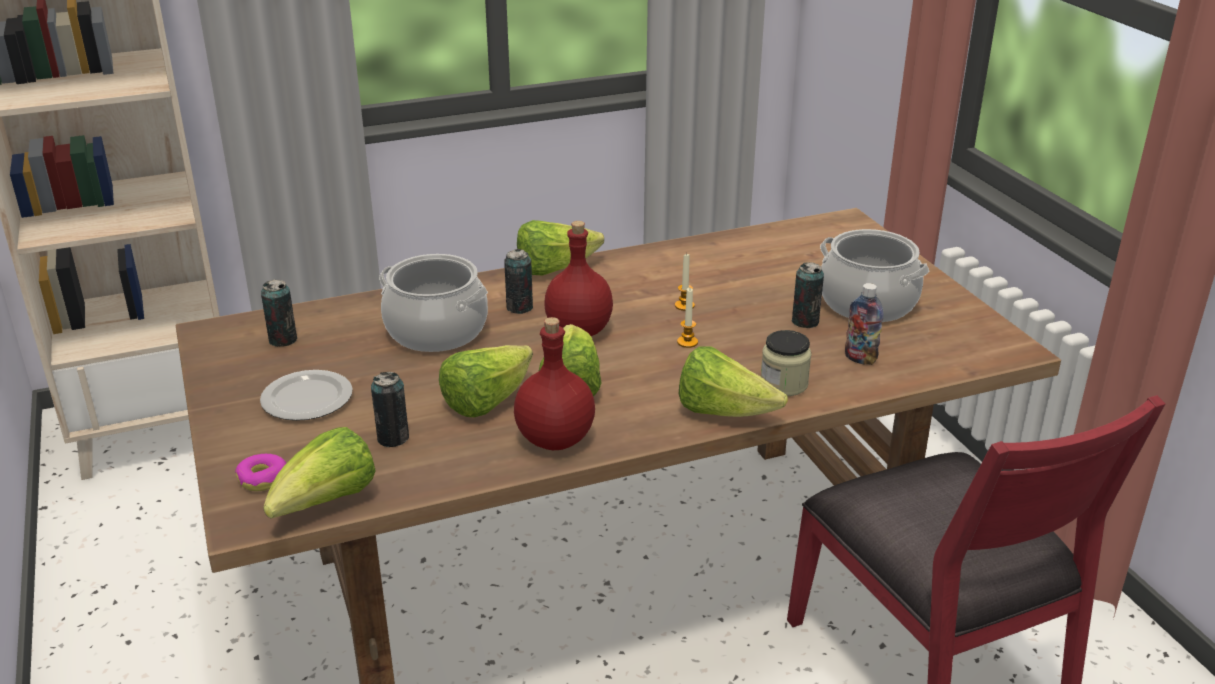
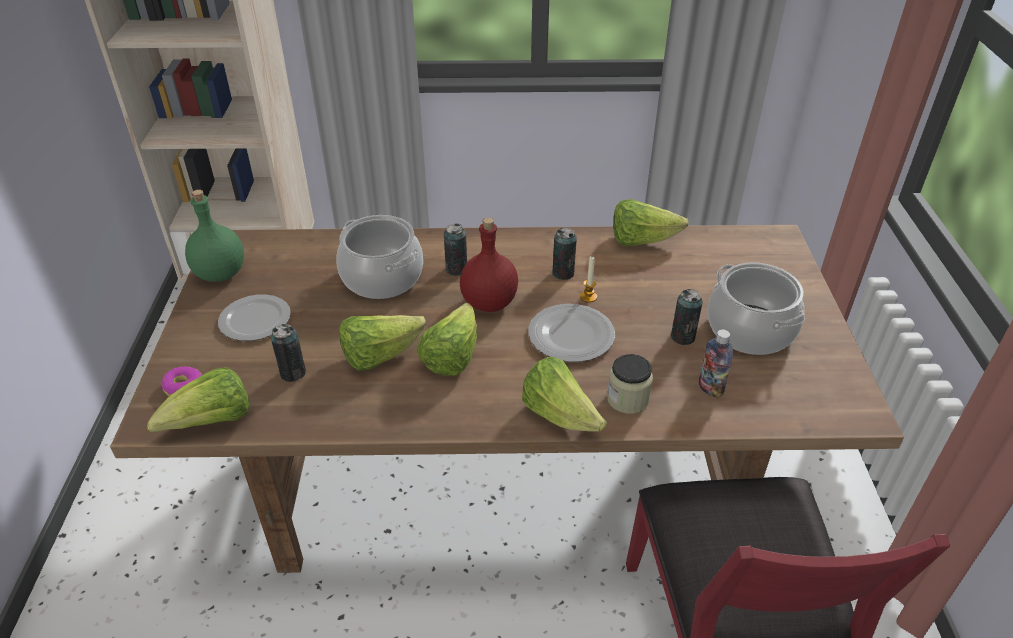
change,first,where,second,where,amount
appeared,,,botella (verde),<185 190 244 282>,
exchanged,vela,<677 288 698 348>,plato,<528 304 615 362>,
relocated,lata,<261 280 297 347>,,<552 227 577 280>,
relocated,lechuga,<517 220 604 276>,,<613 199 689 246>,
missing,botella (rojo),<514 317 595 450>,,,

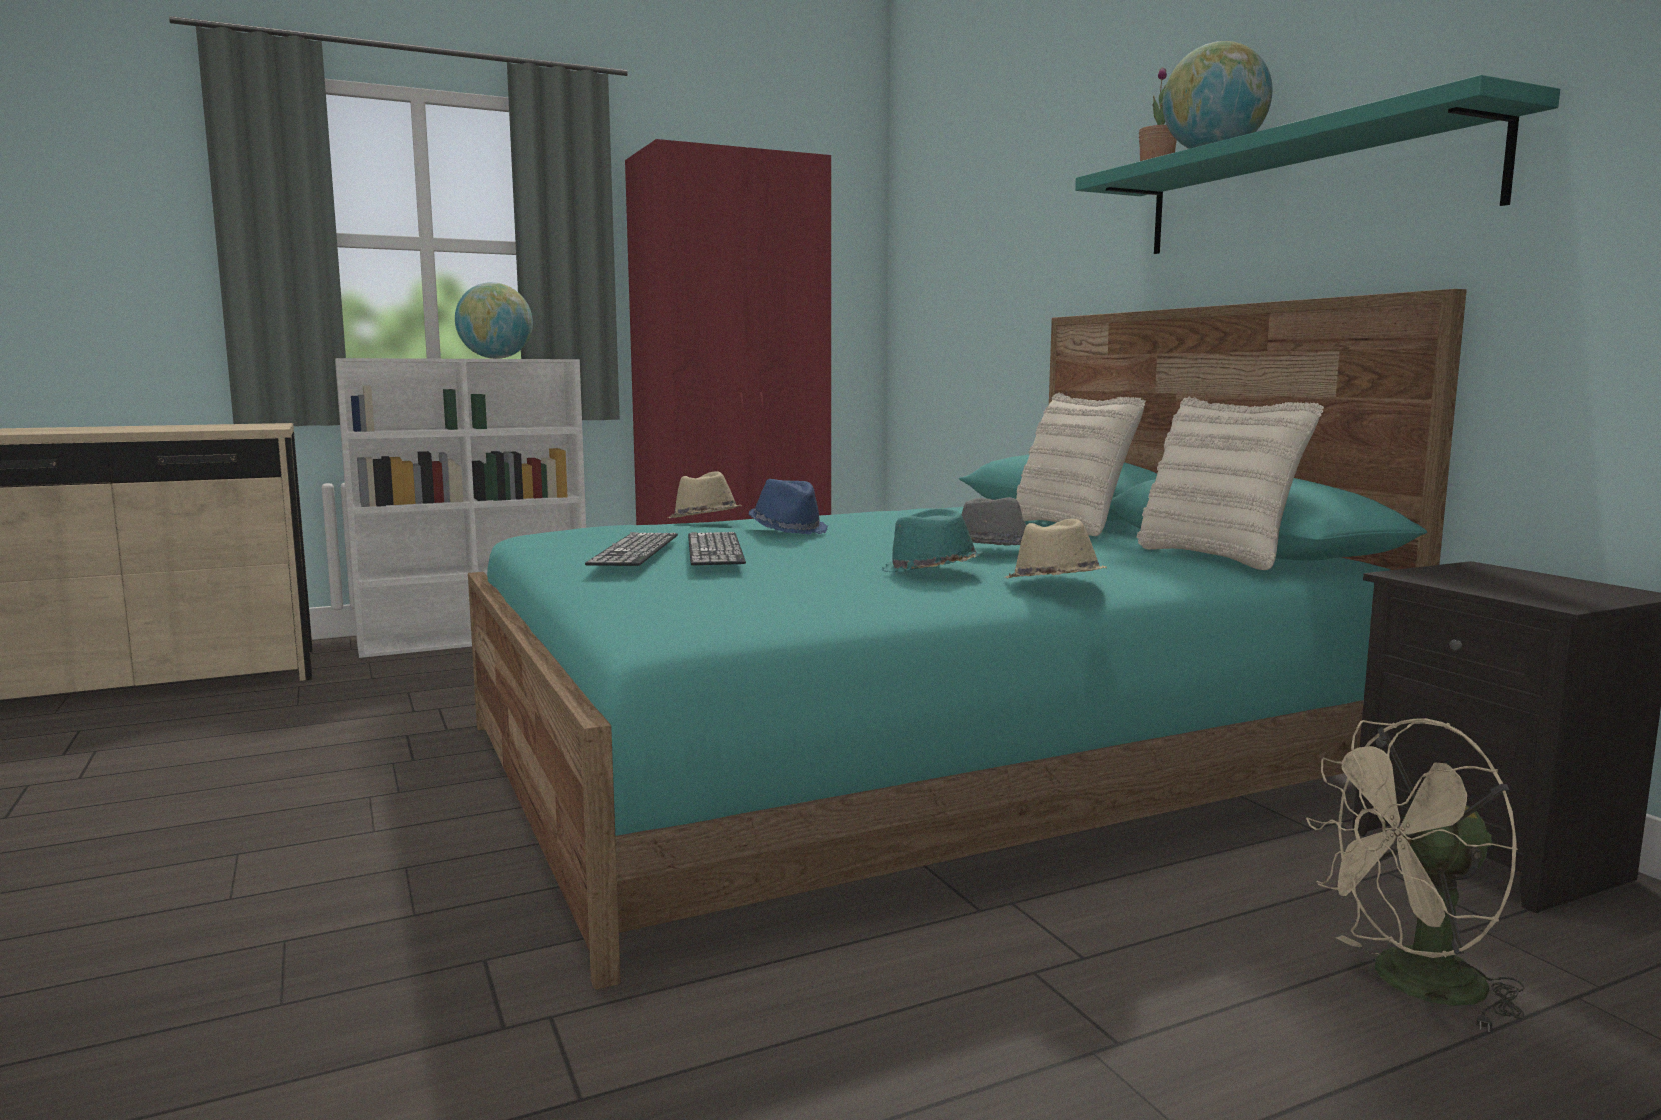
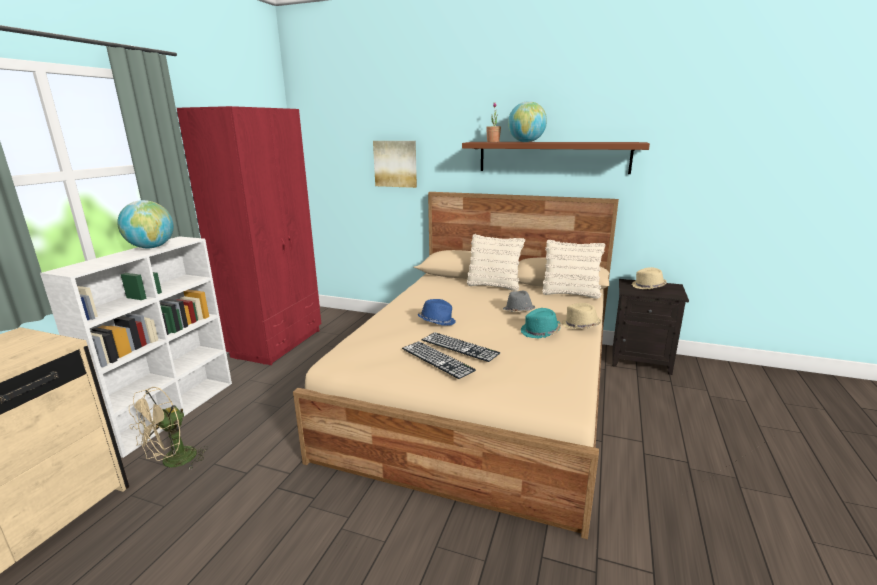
change,first,where,second,where,amount
relocated,ventilador (beis),<1306 718 1525 1032>,,<129 387 208 470>,
colour,cama (turquesa),<468 289 1467 990>,cama (beis),<293 192 619 539>,
appeared,,,cuadro,<373 141 417 188>,
colour,estante (turquesa),<1075 75 1560 254>,estante (marrón),<462 142 650 174>,
relocated,sombrero (beis),<666 471 742 518>,,<631 267 667 289>,

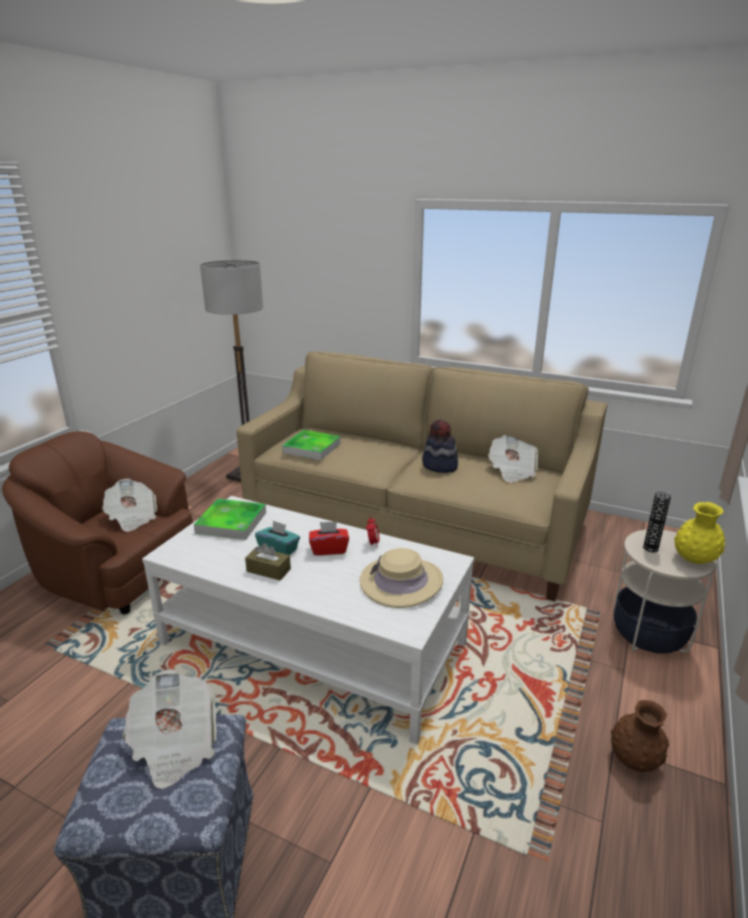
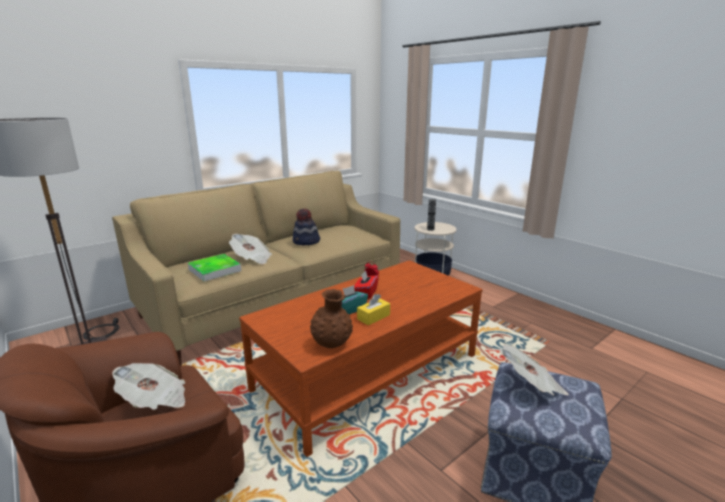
change,first,where,second,where,amount
relocated,periódico,<488 435 538 482>,,<229 234 272 264>,
colour,mesa de centro (blanco),<142 496 474 745>,mesa de centro (marrón),<239 260 482 457>,
relocated,florero (marrón),<611 700 669 772>,,<310 289 353 348>,
colour,caja de pañuelos (marrón),<245 543 291 581>,caja de pañuelos (amarillo),<357 294 390 325>,
missing,bandeja,<194 499 266 540>,,,
missing,sombrero (beis),<360 548 443 608>,,,
missing,florero (amarillo),<674 502 725 564>,,,

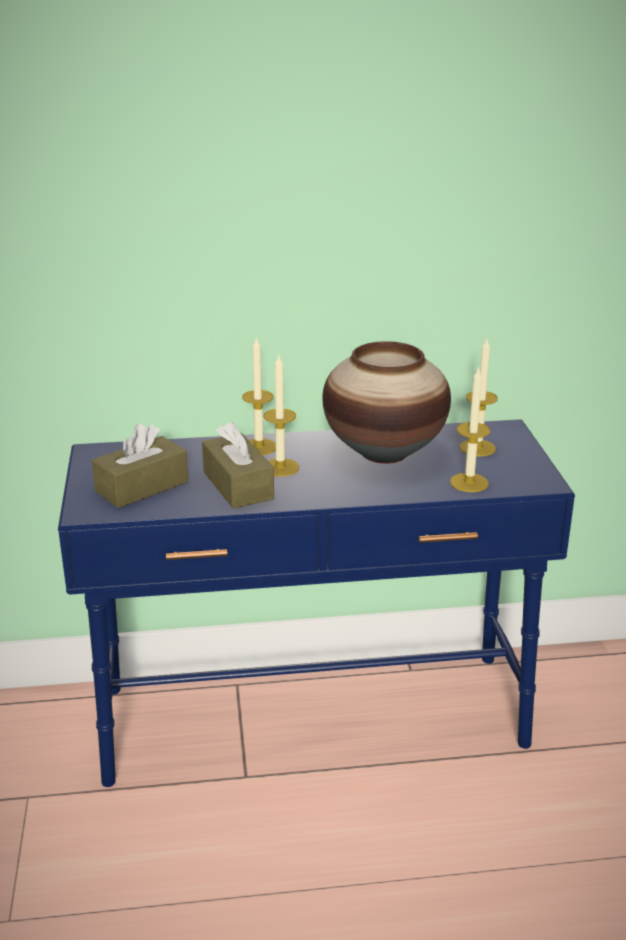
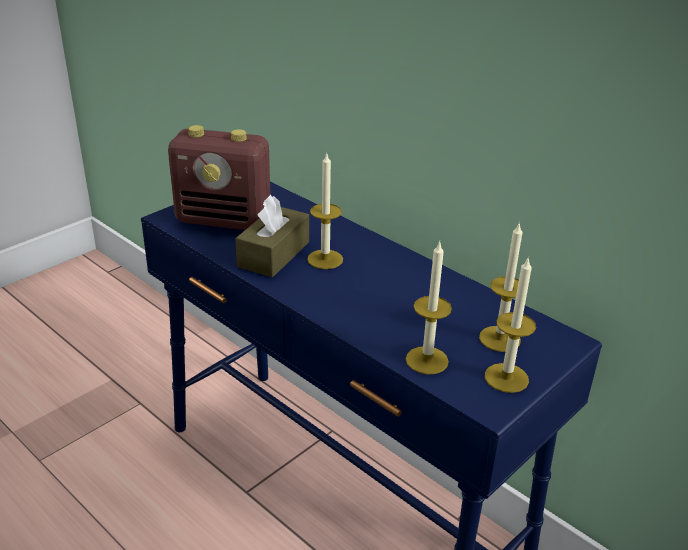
change,first,where,second,where,amount
exchanged,caja de pañuelos (marrón),<92 424 188 508>,radio,<168 125 270 230>,
relocated,vela,<242 336 276 455>,,<485 256 536 393>,
missing,florero,<322 341 451 464>,,,

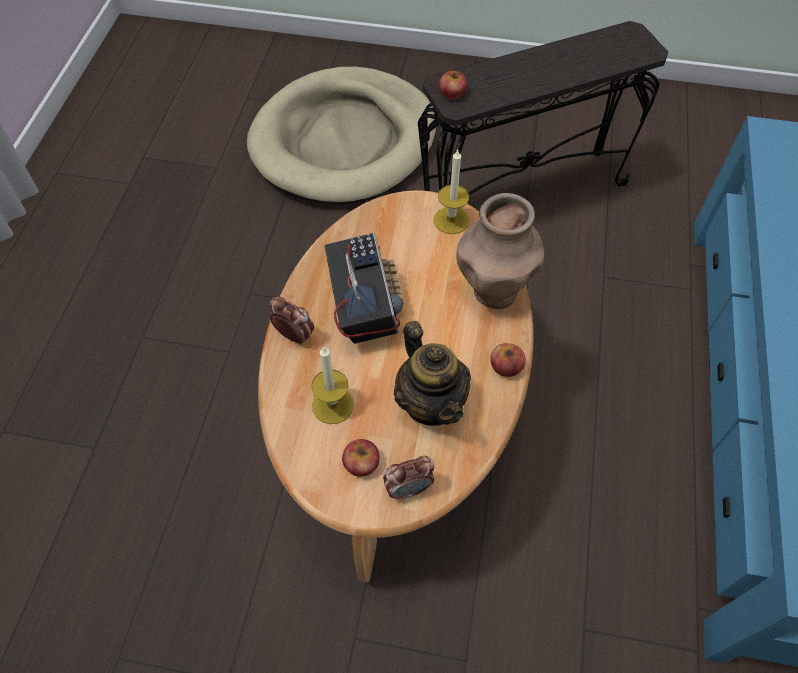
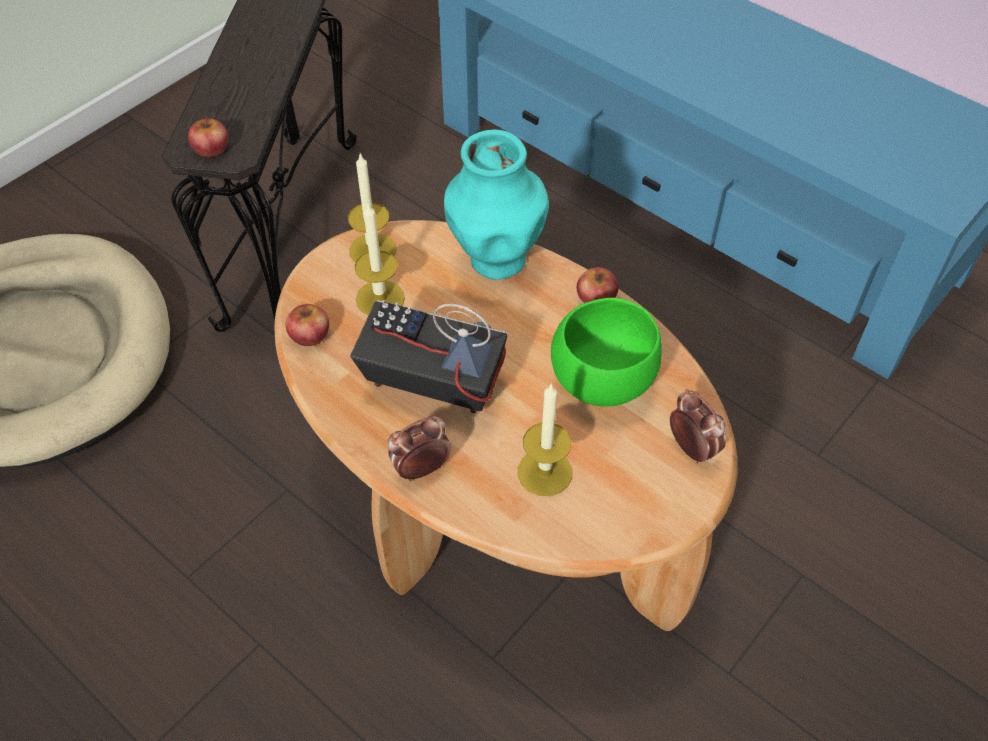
change,first,where,second,where,amount
relocated,manzana,<342 439 380 477>,,<286 304 329 346>,
appeared,,,vela,<354 202 405 316>,
colour,florero (marrón),<456 193 544 309>,florero (turquesa),<444 130 549 280>,
exchanged,tetera,<394 321 471 426>,cuenco (verde),<551 298 662 407>,
spun,despertador,<383 456 434 500>,,<670 389 726 464>,45 degrees counterclockwise

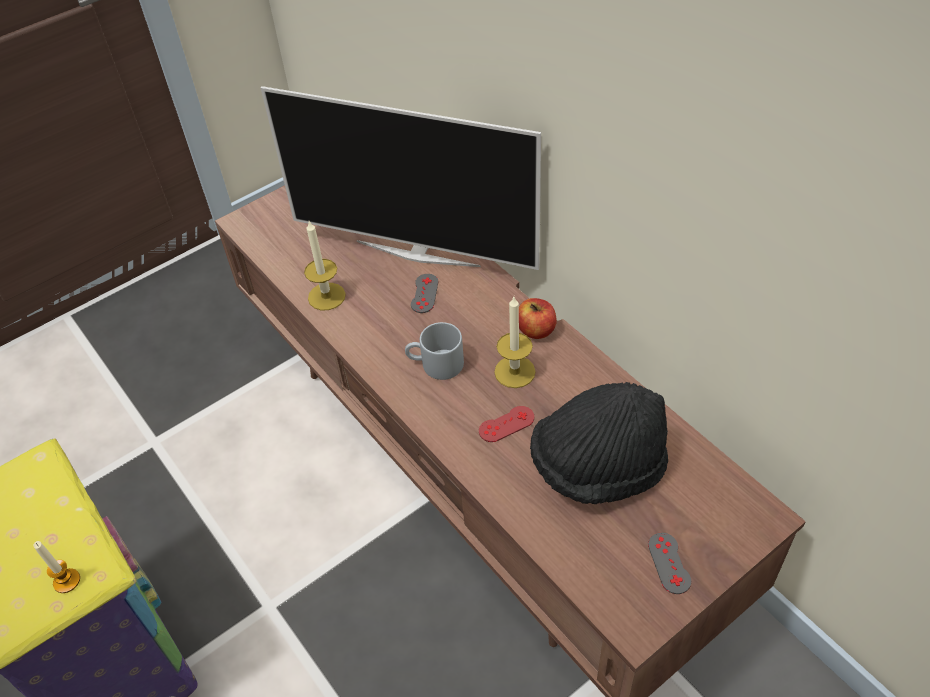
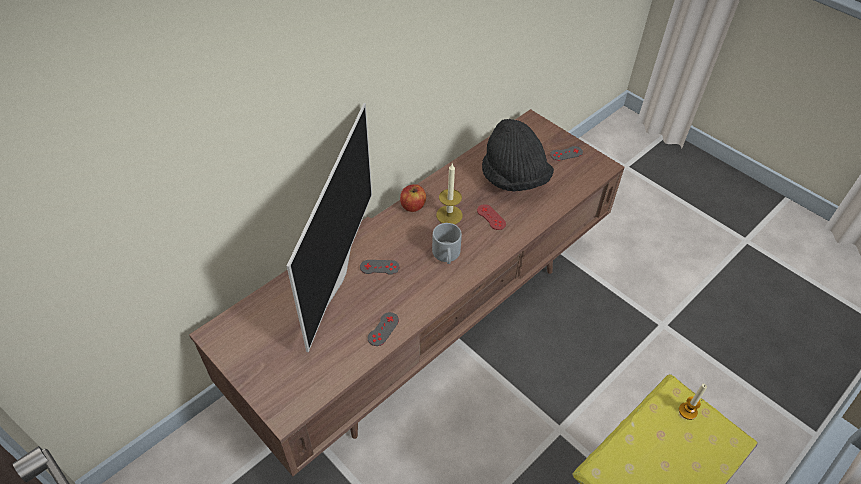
change,first,where,second,where,amount
exchanged,vela,<304 221 346 310>,mando de consola (gris),<368 312 399 346>,

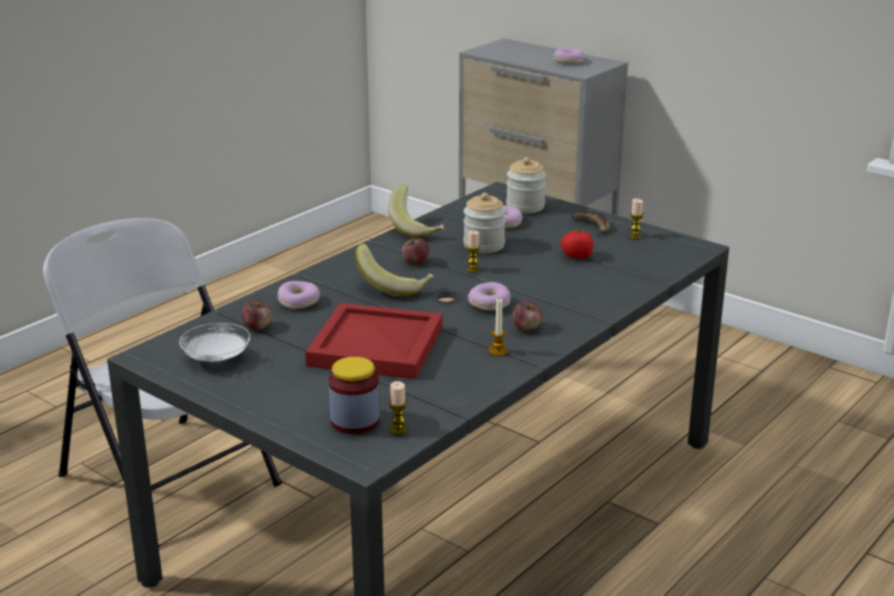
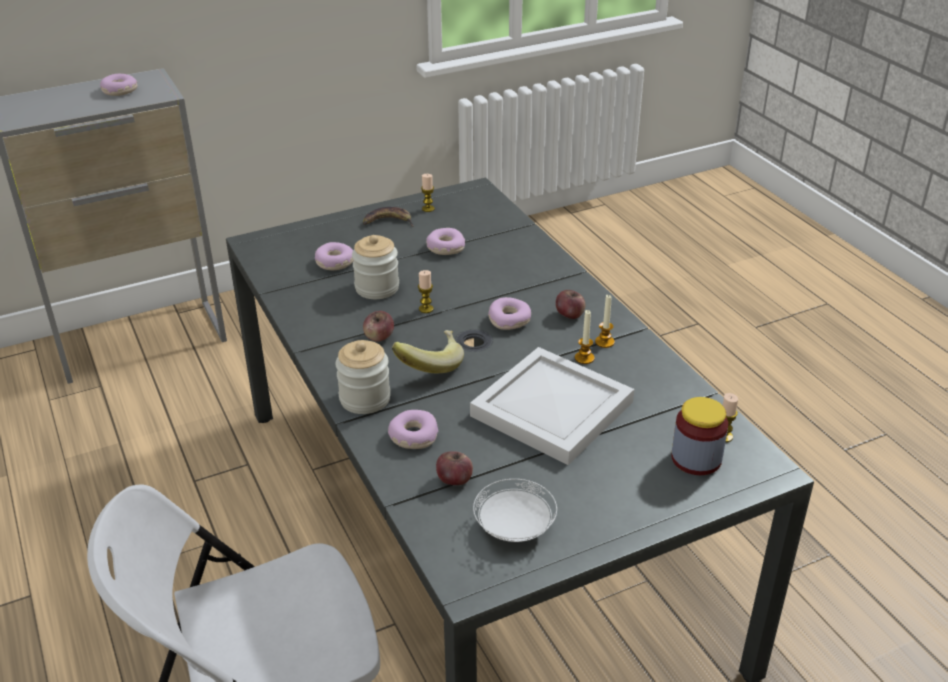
change,first,where,second,where,amount
relocated,tarro,<506 157 546 214>,,<335 340 391 414>,
exchanged,tomate,<561 229 593 259>,rosquilla,<426 228 465 255>,
colour,bandeja (rojo),<305 303 443 379>,bandeja (blanco),<470 347 634 465>,
appeared,,,vela,<575 310 595 364>,
missing,plátano,<388 185 444 239>,,,

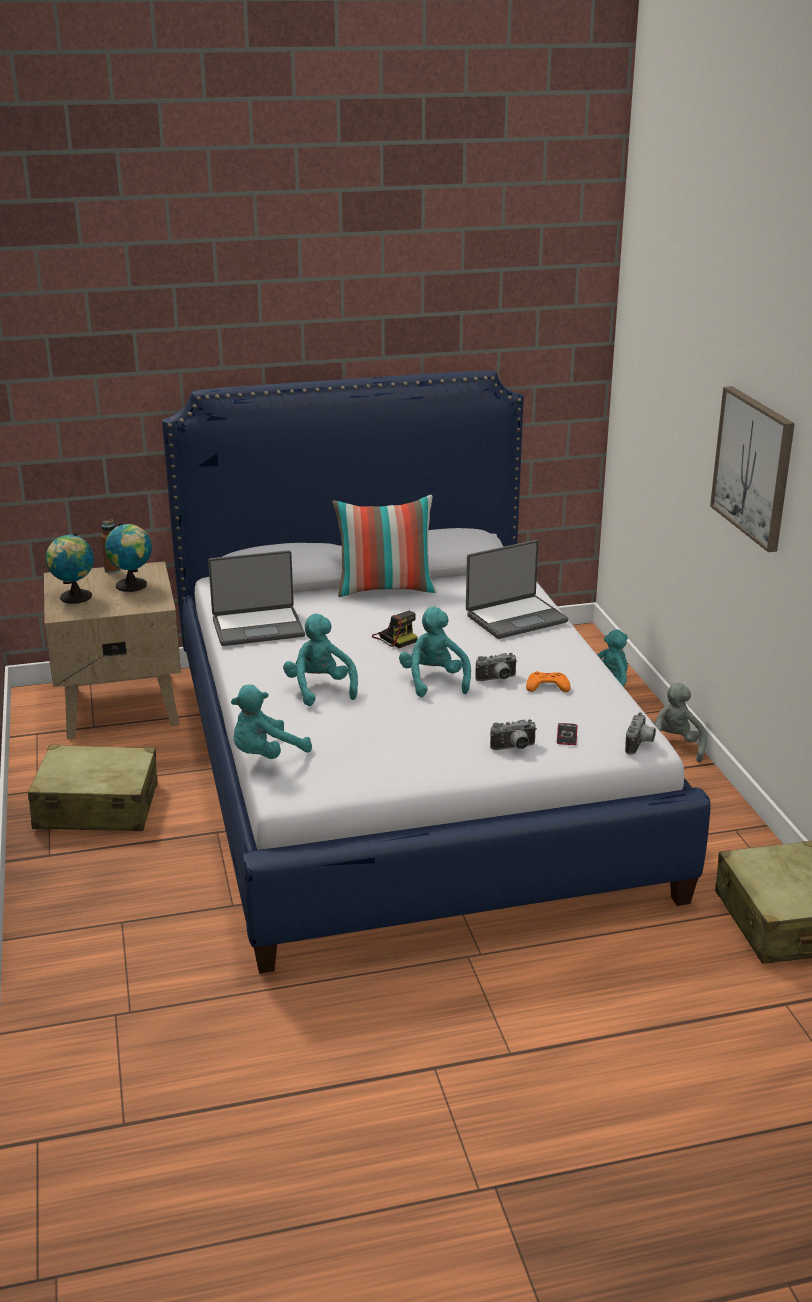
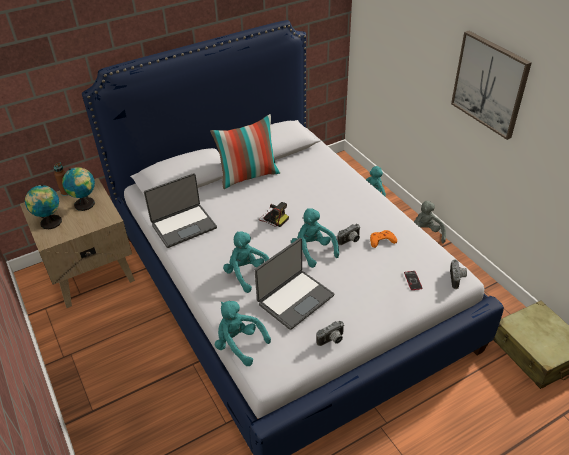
change,first,where,second,where,amount
spun,peluche (turquesa),<231 684 312 759>,,<215 301 271 366>,90 degrees clockwise
relocated,portátil,<466 540 568 639>,,<254 238 334 330>,
relocated,cámara,<490 719 537 750>,,<316 321 345 346>,
missing,maleta (beis),<28 745 158 831>,,,

